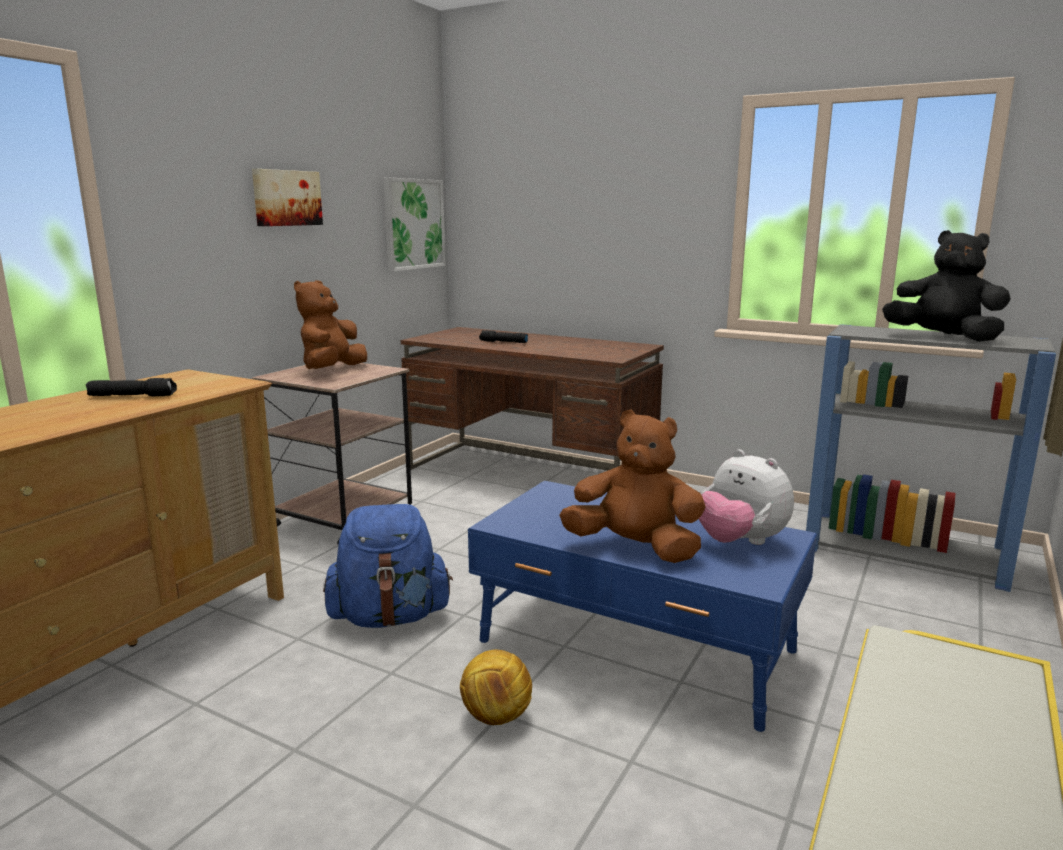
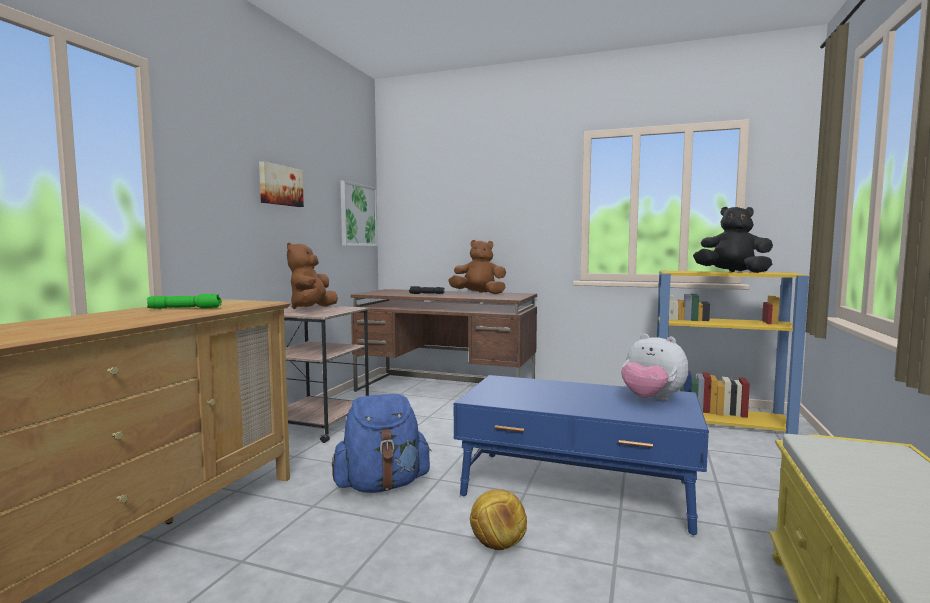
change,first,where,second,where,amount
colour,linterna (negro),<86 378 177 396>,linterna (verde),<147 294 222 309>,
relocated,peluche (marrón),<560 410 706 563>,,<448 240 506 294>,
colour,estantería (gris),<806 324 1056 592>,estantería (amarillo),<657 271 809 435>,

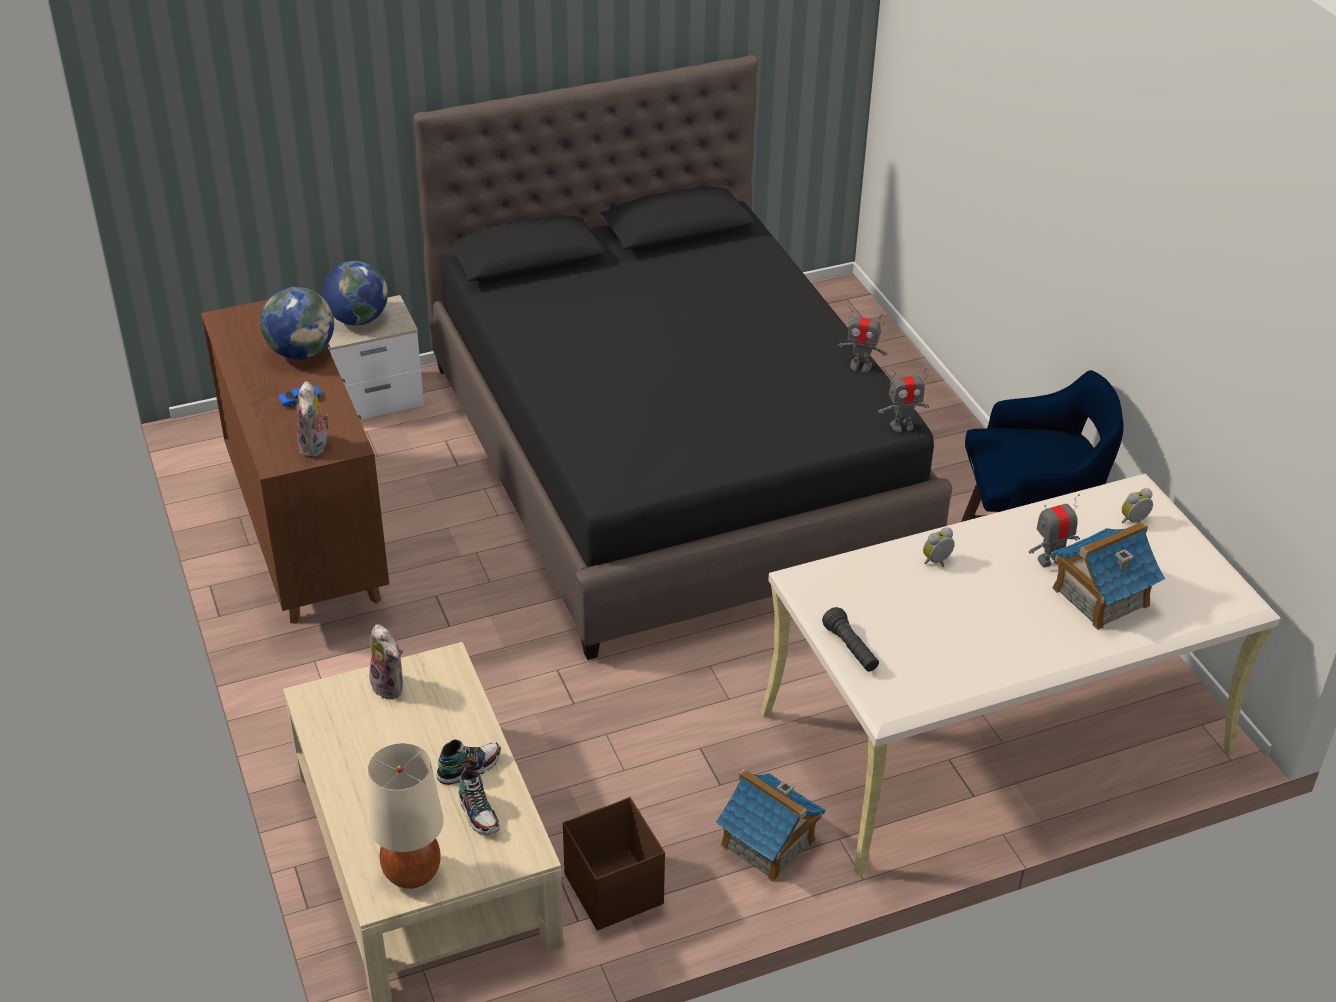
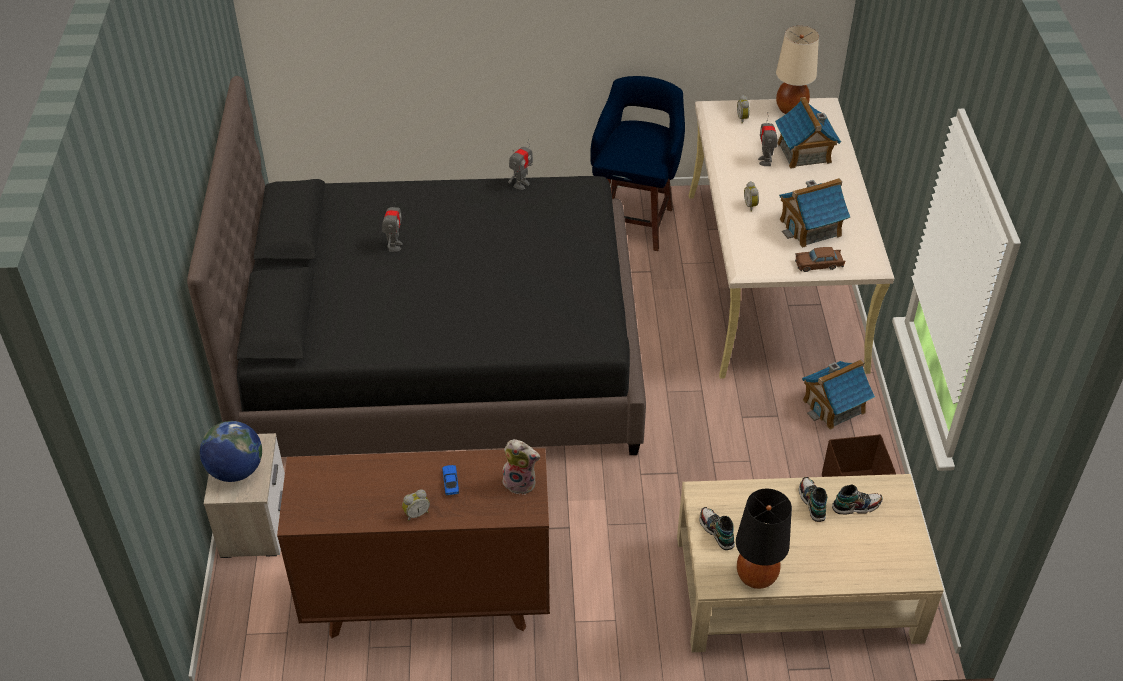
change,first,where,second,where,amount
relocated,robot de juguete,<878 368 929 432>,,<382 198 403 252>,
appeared,,,despertador,<402 489 430 521>,
exchanged,peluche,<369 624 403 699>,zapato,<699 507 735 550>,
appeared,,,lámpara de mesa (negro),<736 489 792 589>,
relocated,lámpara de mesa (beis),<368 743 444 889>,,<776 26 819 114>,
appeared,,,casita,<779 178 850 248>,
exchanged,linterna (negro),<822 607 879 672>,coche de juguete (marrón),<795 247 845 272>,
missing,globo terráqueo,<260 287 334 359>,,,

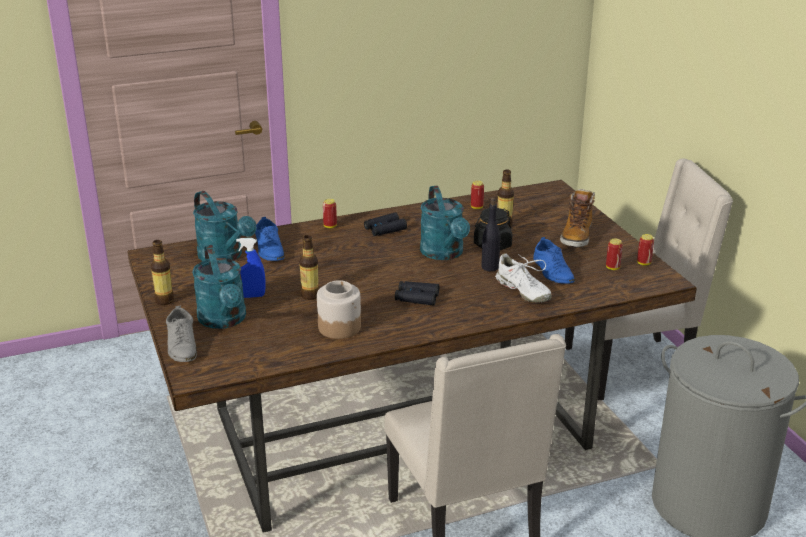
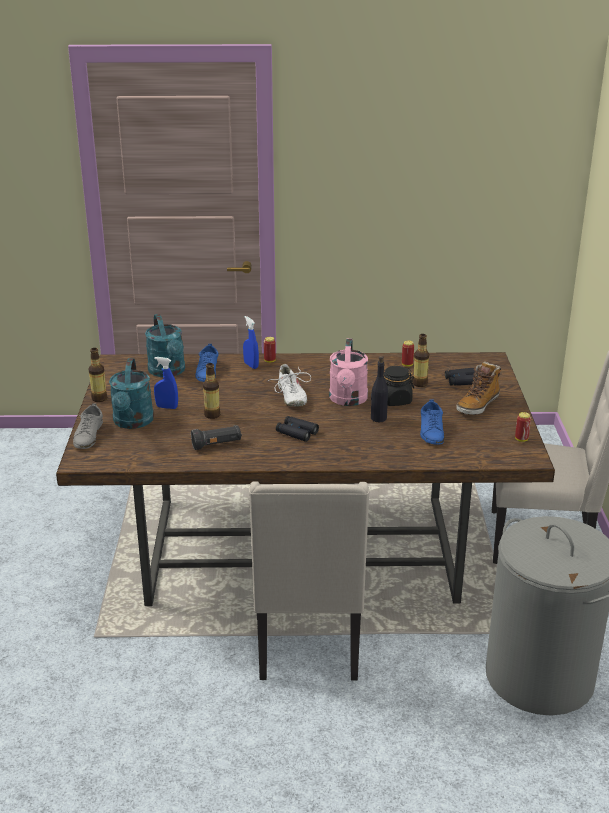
change,first,where,second,where,amount
exchanged,tarro,<317 280 361 339>,linterna (negro),<191 425 242 450>,
appeared,,,pulverizador (azul),<243 316 259 369>,
relocated,zapato (blanco),<495 253 552 303>,,<268 364 311 407>,
colour,regadera (turquesa),<420 186 470 260>,regadera (rosa),<329 338 368 406>,
relocated,prismáticos (negro),<364 212 407 236>,,<445 367 475 386>,
missing,lata,<606 239 623 270>,,,

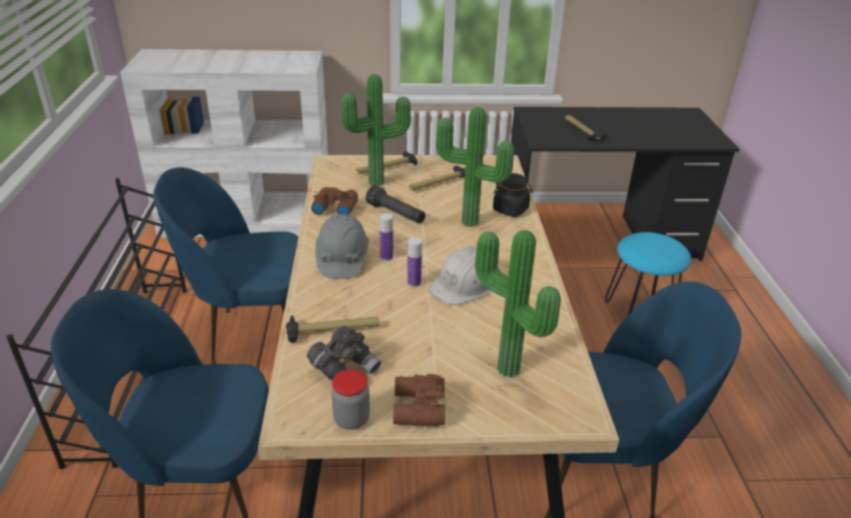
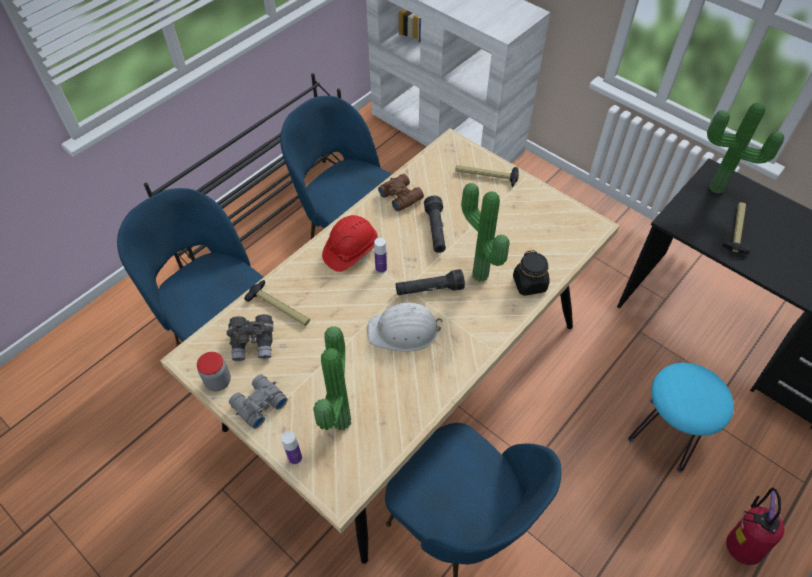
change,first,where,second,where,amount
colour,prismáticos (marrón),<393 374 445 426>,prismáticos (gris),<229 374 288 429>,
relocated,botella,<407 238 422 287>,,<281 431 302 465>,
colour,casco (gris),<315 214 369 279>,casco (rojo),<322 215 378 272>,
appeared,,,linterna (negro),<396 269 465 295>,
relocated,planta en maceta,<341 74 411 186>,,<707 103 784 194>,
appeared,,,extintor,<726 488 784 565>,
missing,martillo,<409 166 465 191>,,,

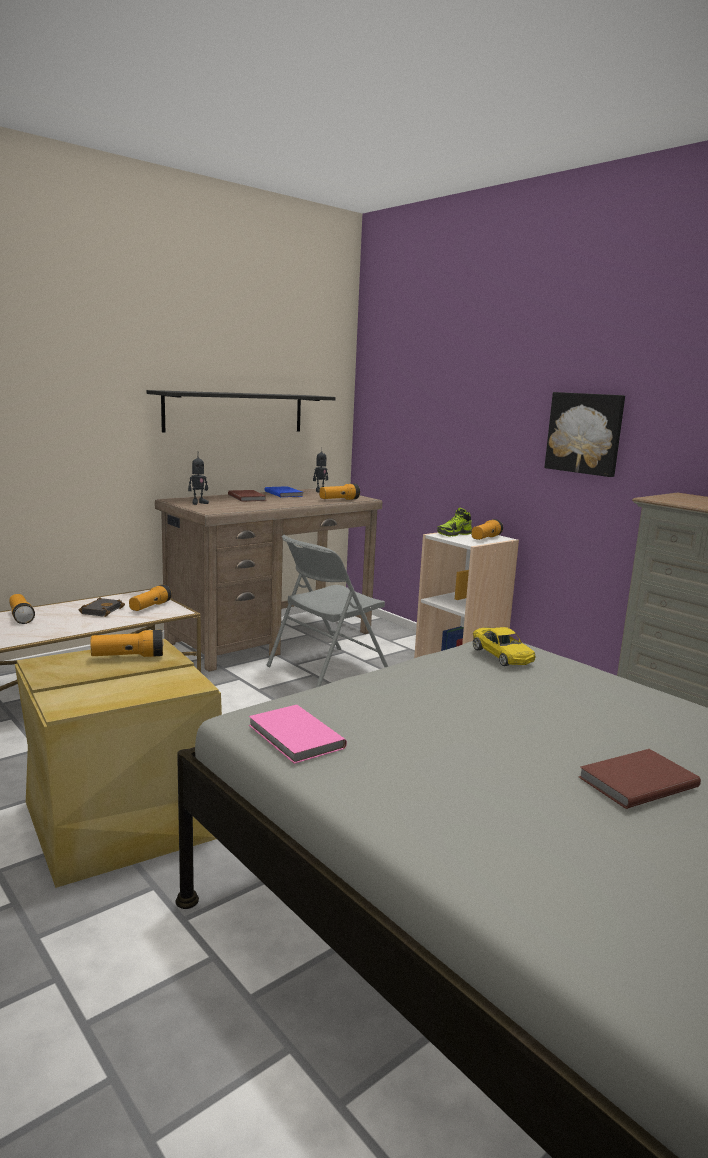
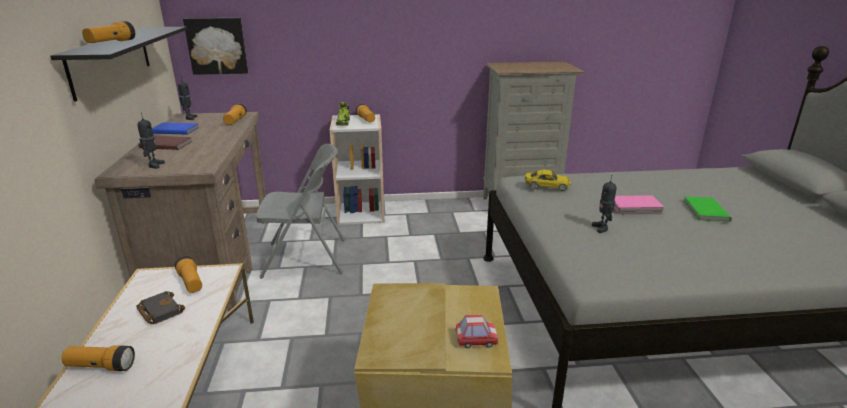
change,first,where,second,where,amount
relocated,linterna,<90 630 163 657>,,<82 21 135 43>,
relocated,cuadro,<544 392 625 477>,,<183 18 248 75>,
spun,silla (gris),<267 535 388 687>,,<256 144 345 279>,90 degrees counterclockwise
appeared,,,coche de juguete,<456 315 498 348>,
appeared,,,robot de juguete,<592 175 616 233>,
relocated,libro (rosa),<249 705 347 764>,,<614 196 664 212>,
colour,libro (marrón),<579 749 701 809>,libro (verde),<683 196 732 222>,

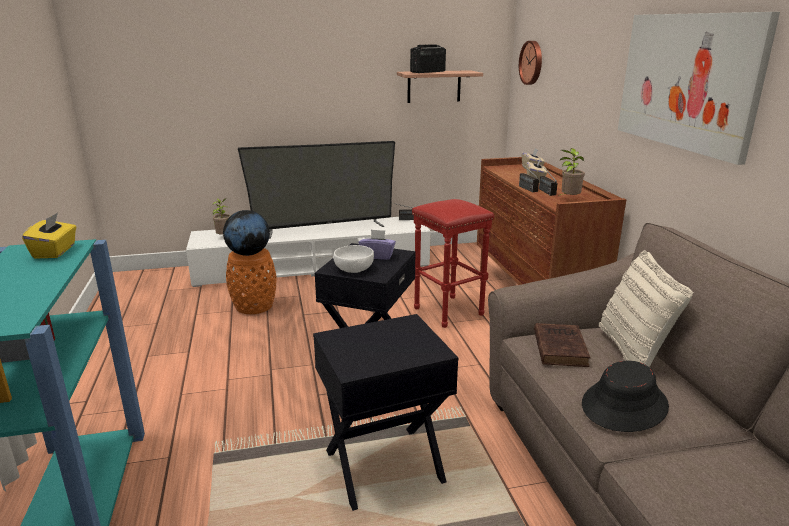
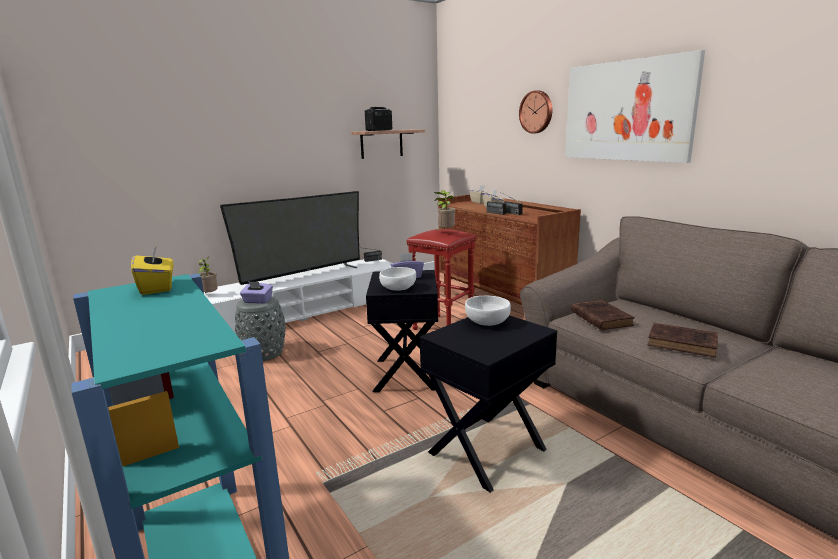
change,first,where,second,where,amount
colour,taburete (naranja),<226 248 277 314>,taburete (gris),<235 296 285 361>,
exchanged,globo terráqueo,<223 210 270 256>,caja de pañuelos (morado),<240 281 273 304>,
relocated,planta en maceta,<559 148 585 196>,,<434 190 456 230>,
appeared,,,cuenco (blanco),<465 296 511 326>,
relocated,reloj de pared,<519 41 542 85>,,<519 91 552 134>,
exchanged,sombrero (negro),<582 361 669 432>,libro (marrón),<648 323 718 358>,
missing,cojín (beis),<599 250 694 367>,,,

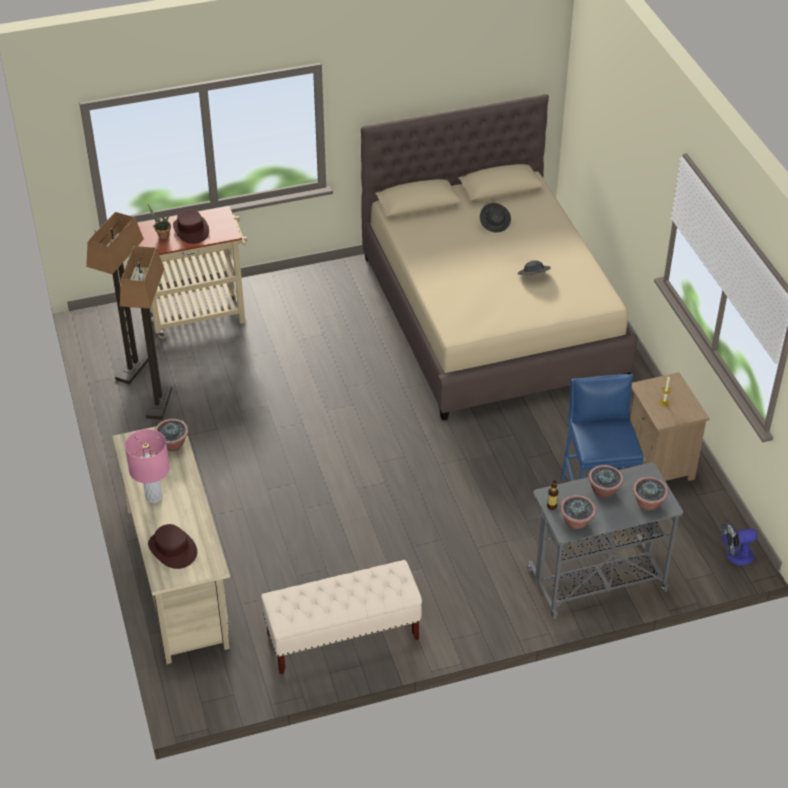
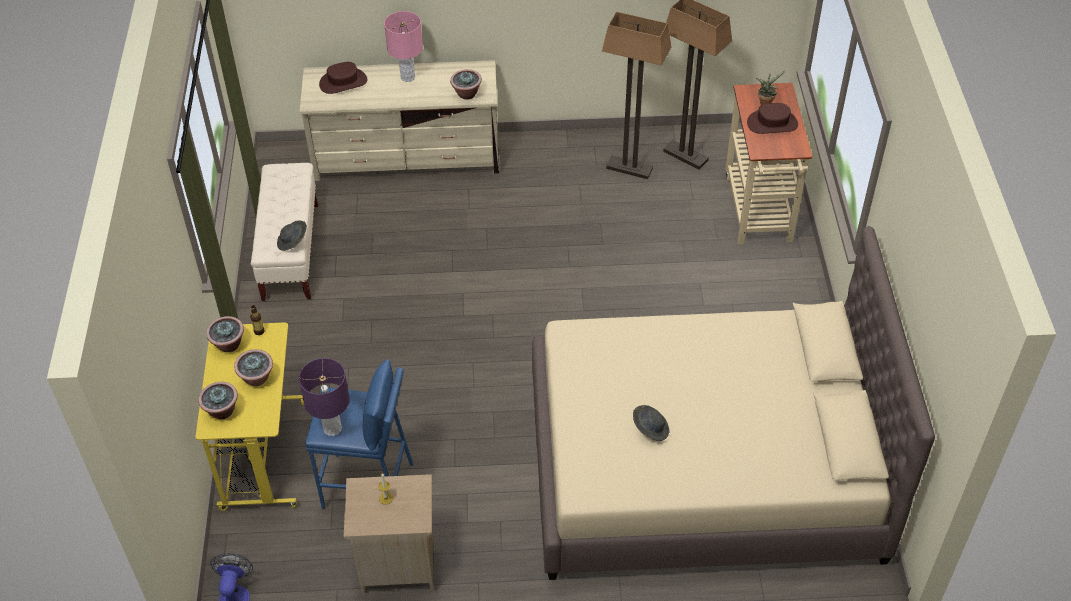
change,first,where,second,where,amount
colour,escritorio (gris),<527 463 683 620>,escritorio (amarillo),<196 322 304 511>,
relocated,sombrero (gris),<480 203 511 232>,,<277 221 307 251>,
appeared,,,lámpara de mesa (morado),<299 358 350 436>,

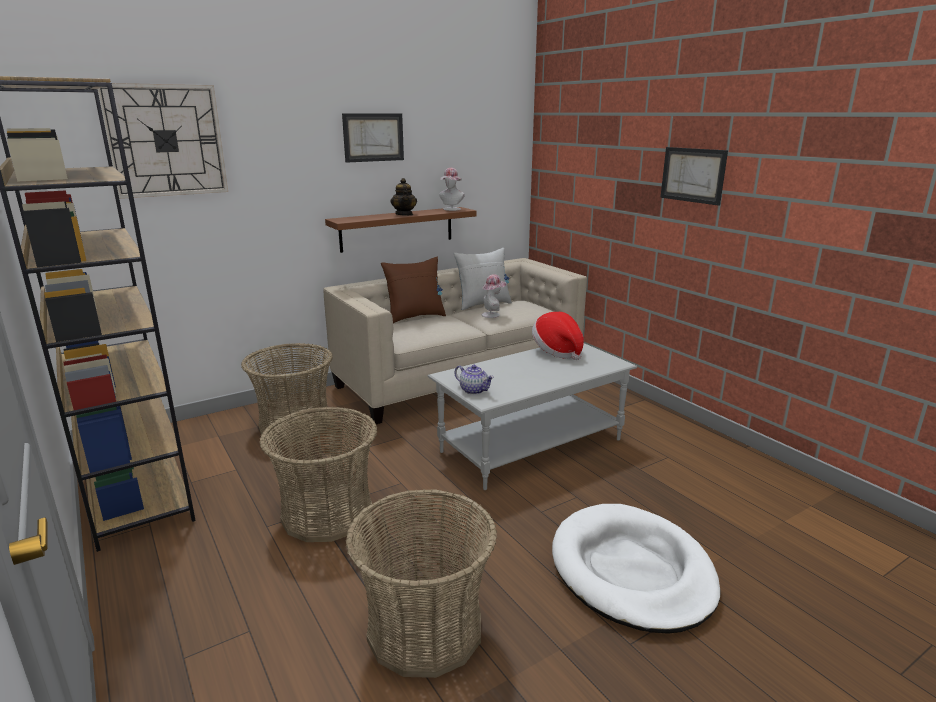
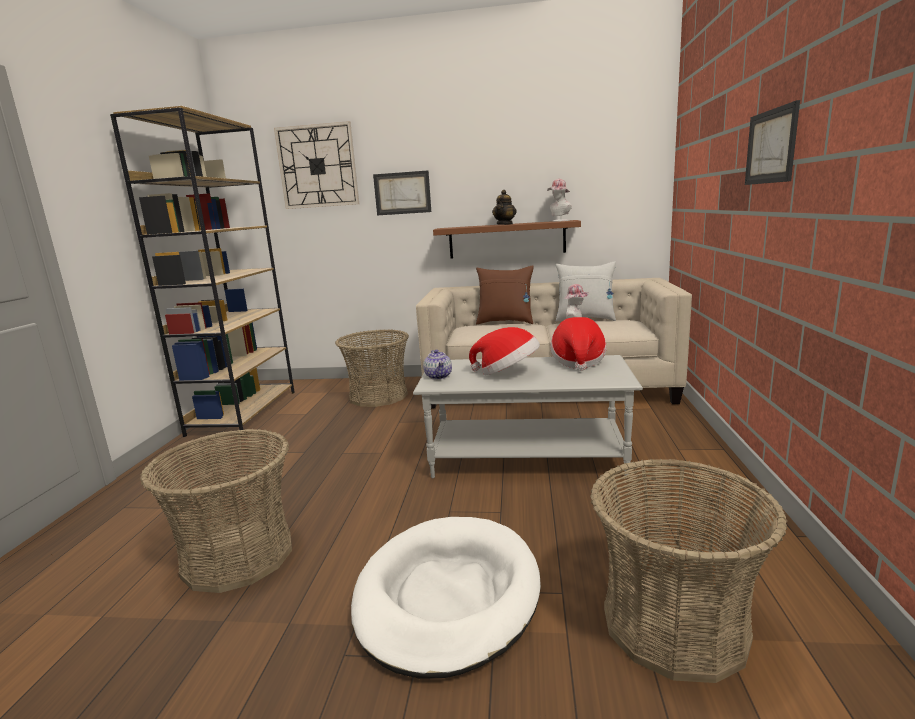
change,first,where,second,where,amount
relocated,cuadro,<342 113 404 163>,,<373 170 431 215>,
appeared,,,sombrero,<469 327 540 375>,
relocated,cesta,<259 407 377 542>,,<590 459 788 683>,

